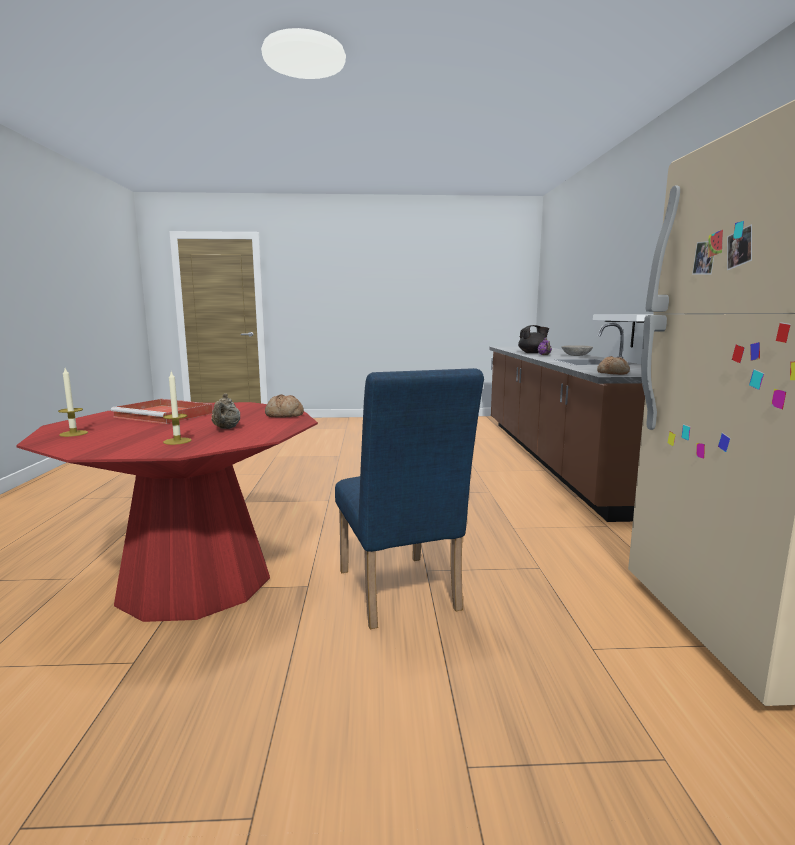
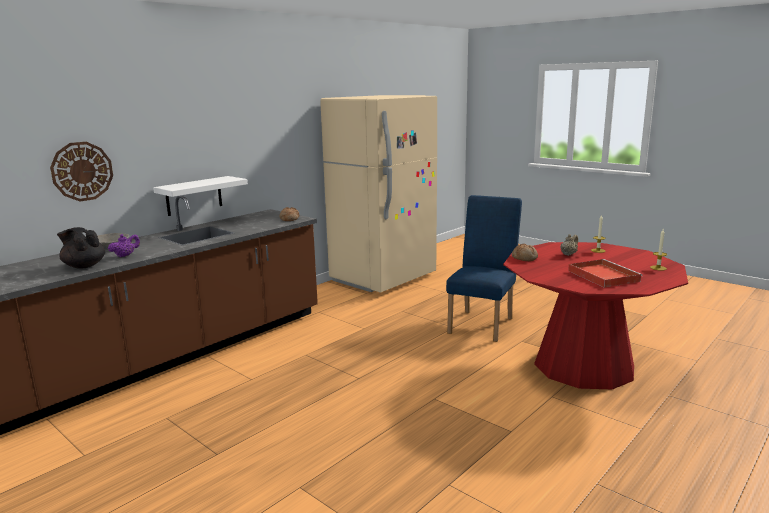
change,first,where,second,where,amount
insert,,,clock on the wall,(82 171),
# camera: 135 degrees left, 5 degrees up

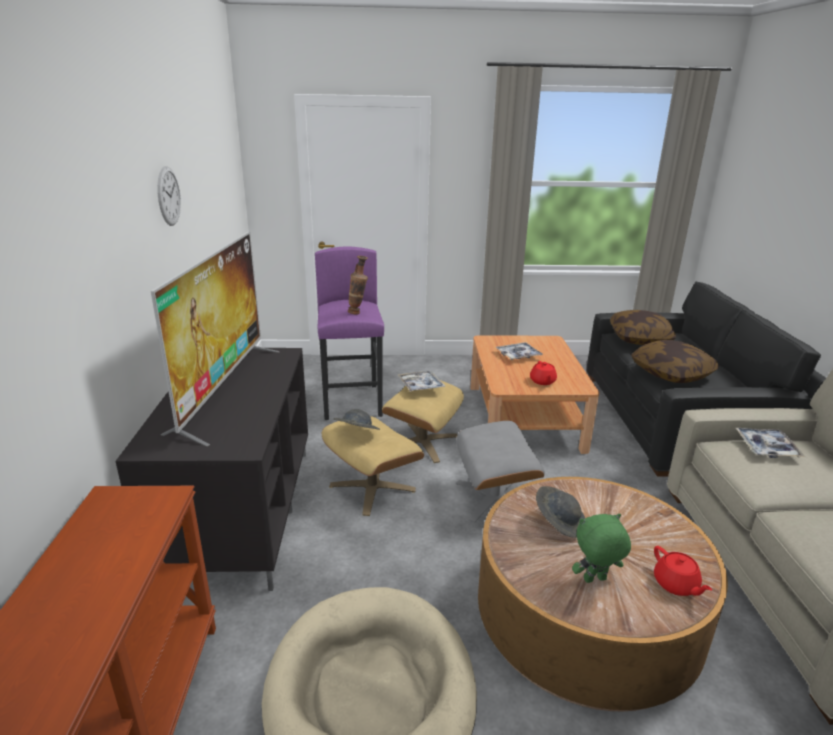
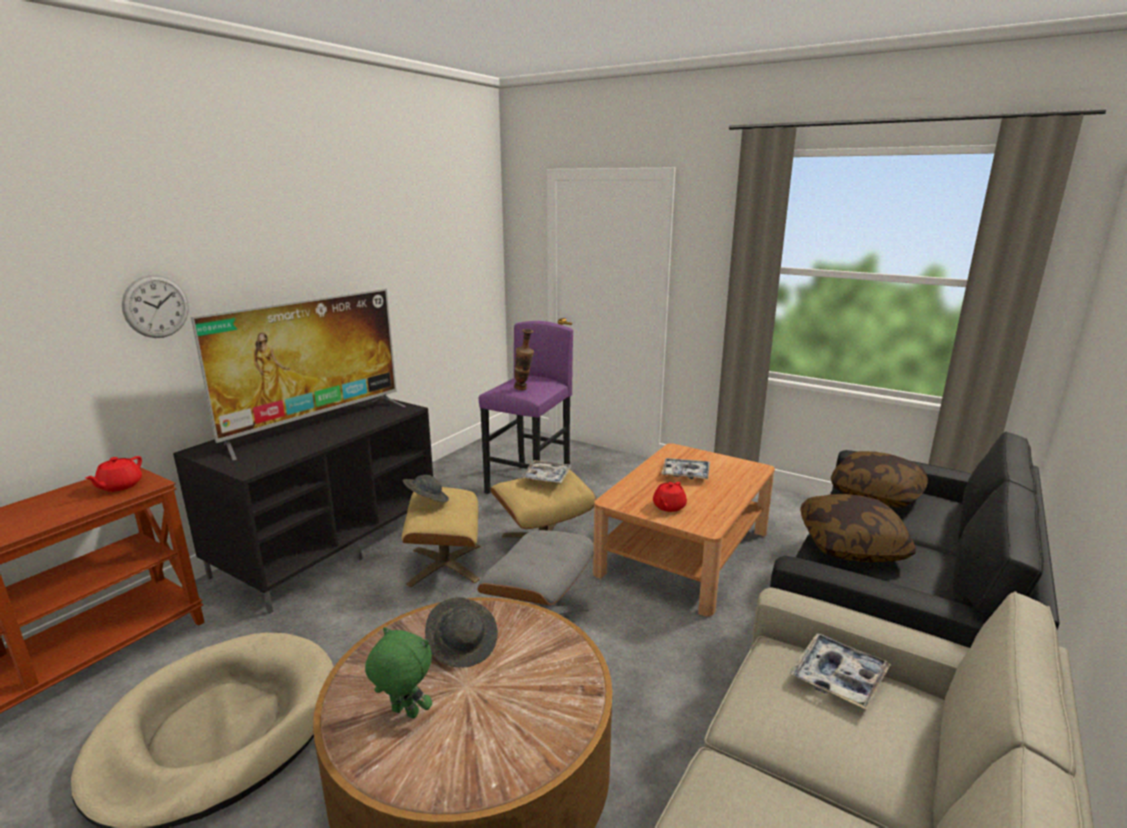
change,first,where,second,where,amount
move,clock on the wall,(168 196),,(156 306),
move,red-coloured tea pot,(676 585),,(119 486),
# camera: 35 degrees right, 5 degrees down

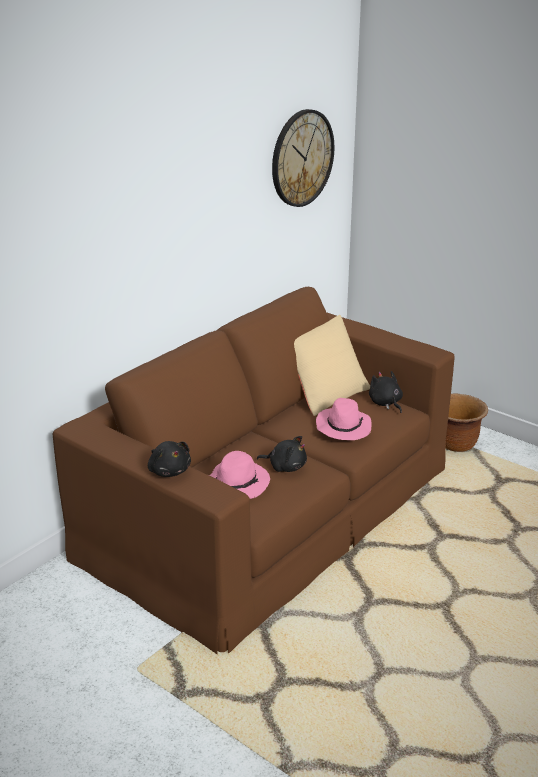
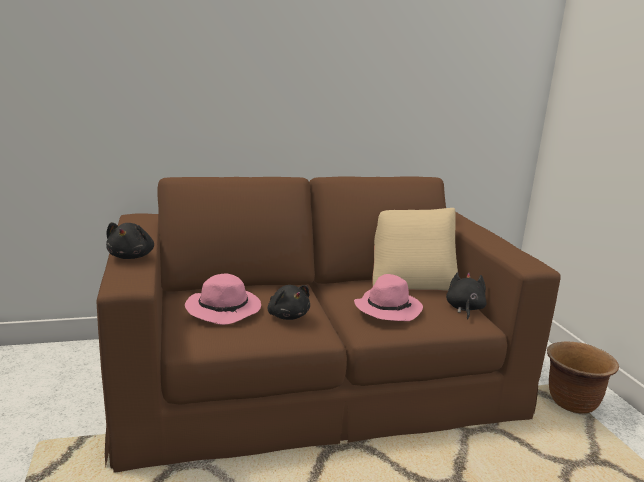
change,first,where,second,where,amount
delete,clock on the wall,(302 158),,,
# camera: 35 degrees right, 10 degrees down

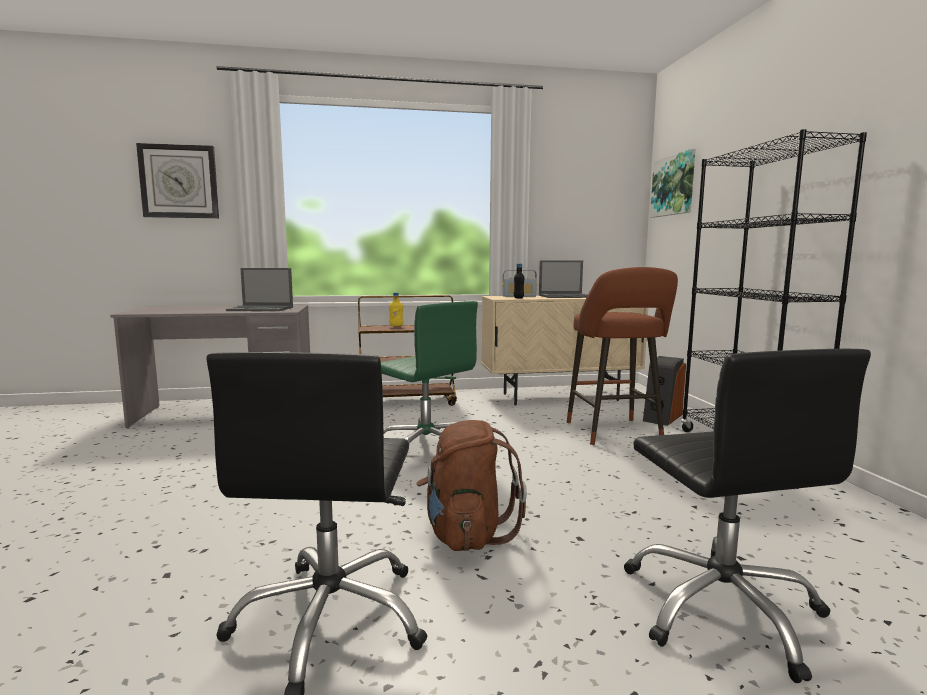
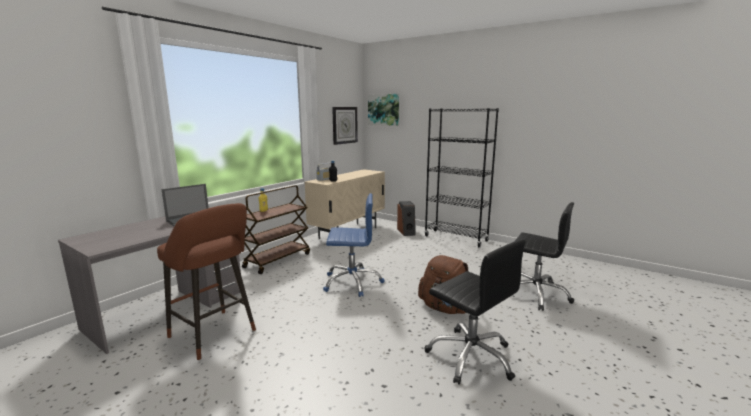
change,first,where,second,where,amount
move,clock on the wall,(179 181),,(344 125),
delete,laptop,(566 296),,,
move,brownish stool,(615 433),,(215 335),
recolor,green office chair,(426 450),blue office chair,(352 282),
# camera: 45 degrees left, 5 degrees up

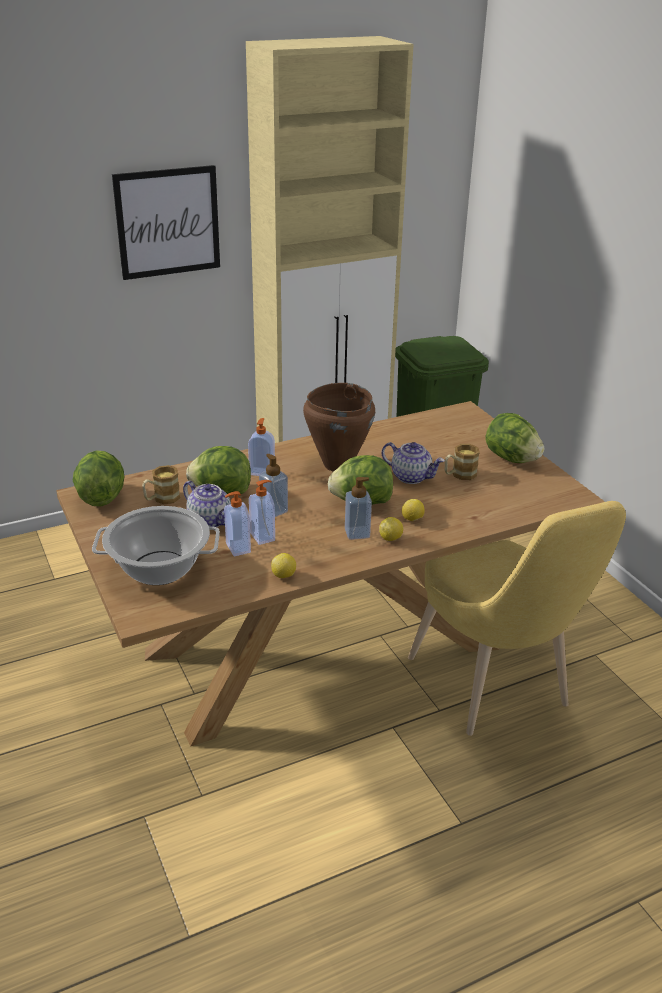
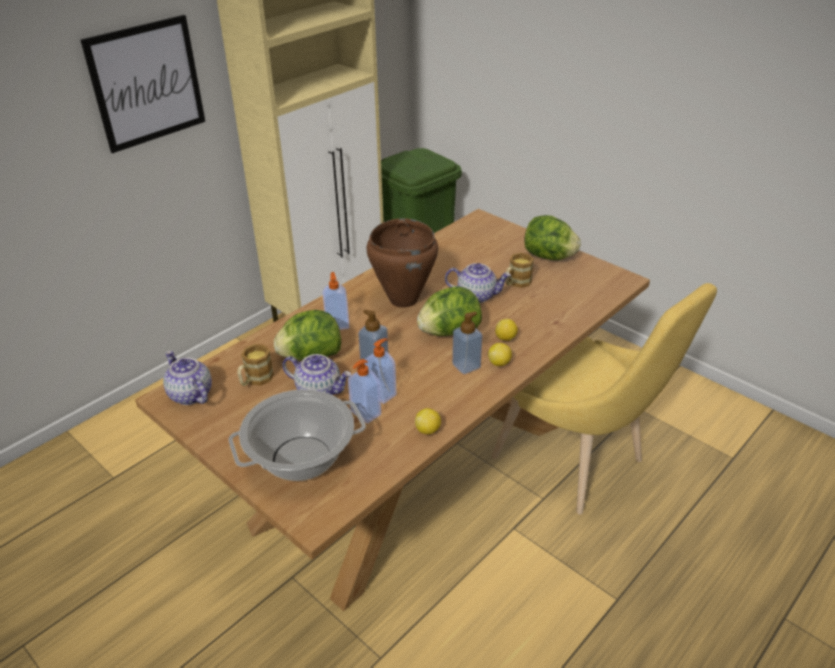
change,first,where,second,where,amount
replace,lettuce,(101 497),tea pot,(190 394),
# camera: 20 degrees left, 5 degrees up

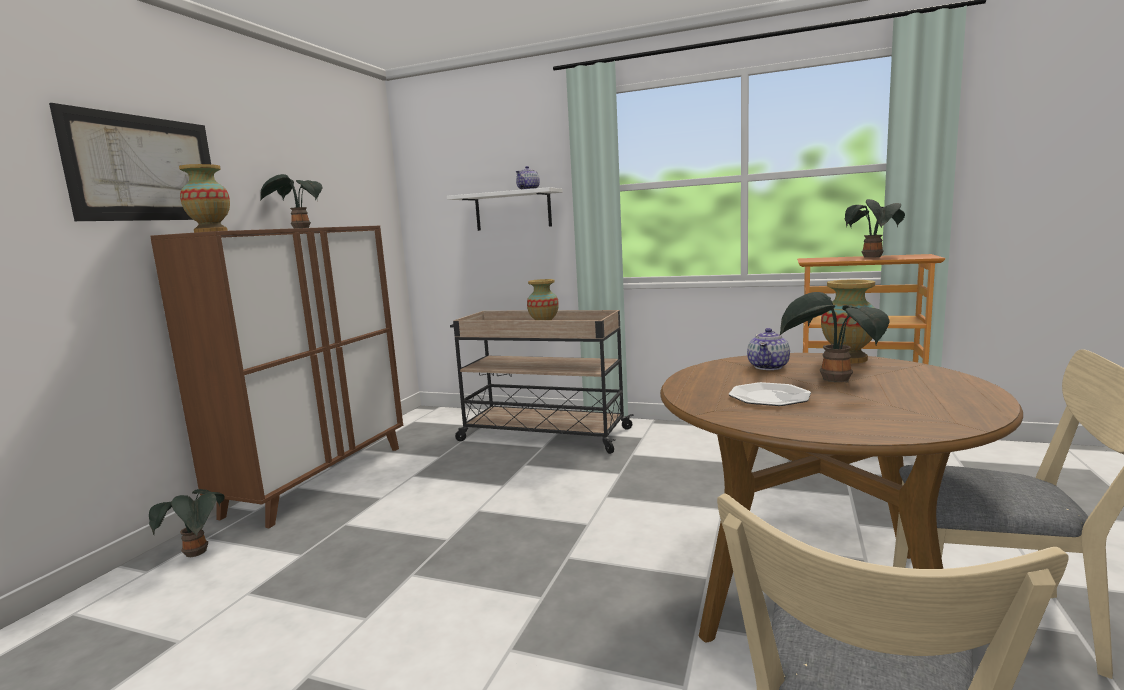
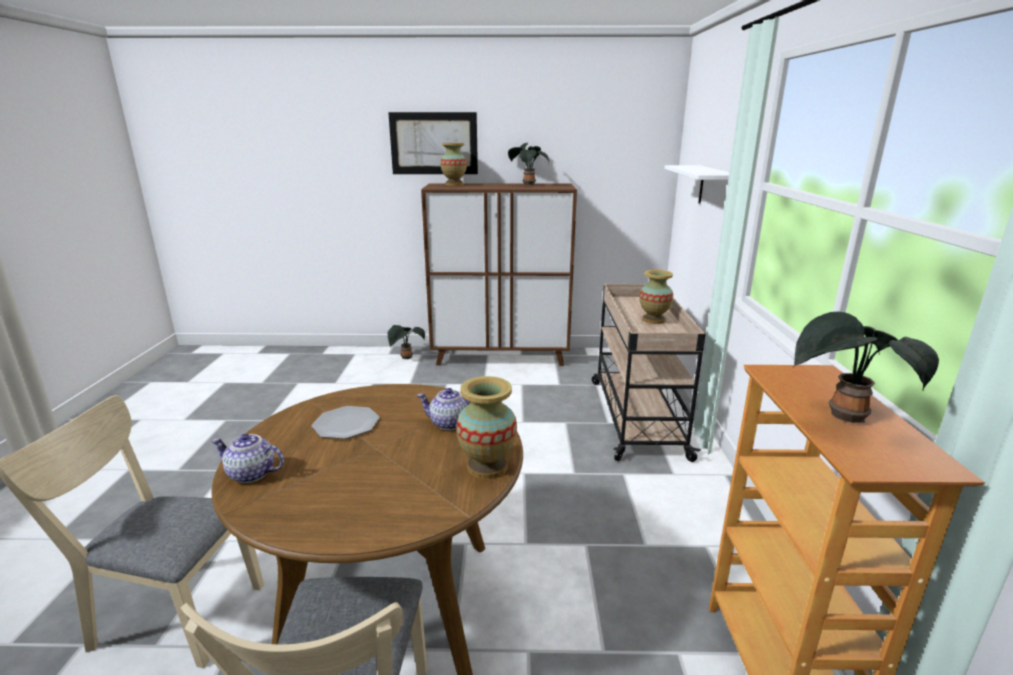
change,first,where,second,where,amount
move,tea pot,(529 189),,(251 474),
delete,potted plant,(831 380),,,
# camera: 70 degrees right, 10 degrees up

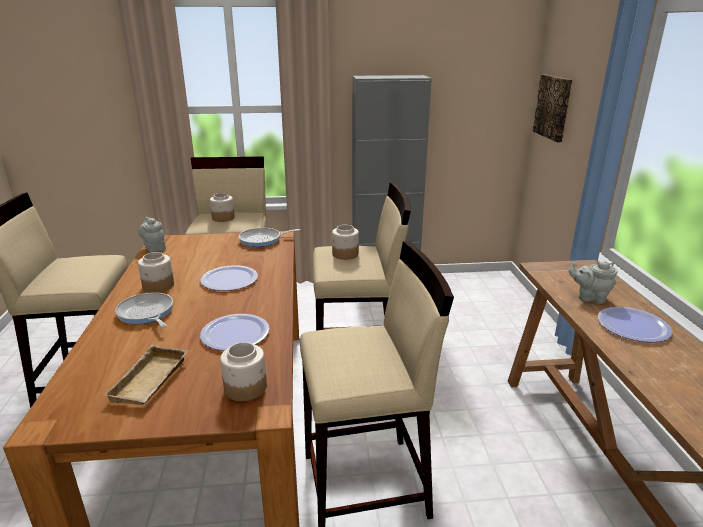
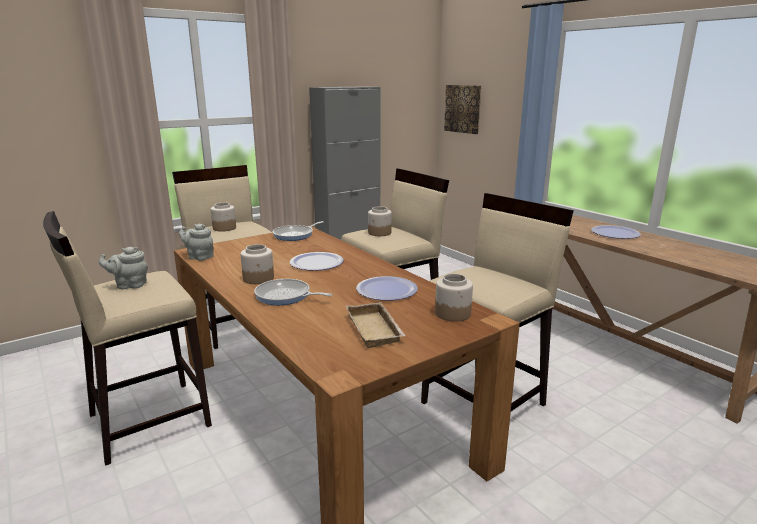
change,first,where,second,where,amount
move,grey tea pot,(589 297),,(129 285),
# camera: 30 degrees left, 5 degrees down

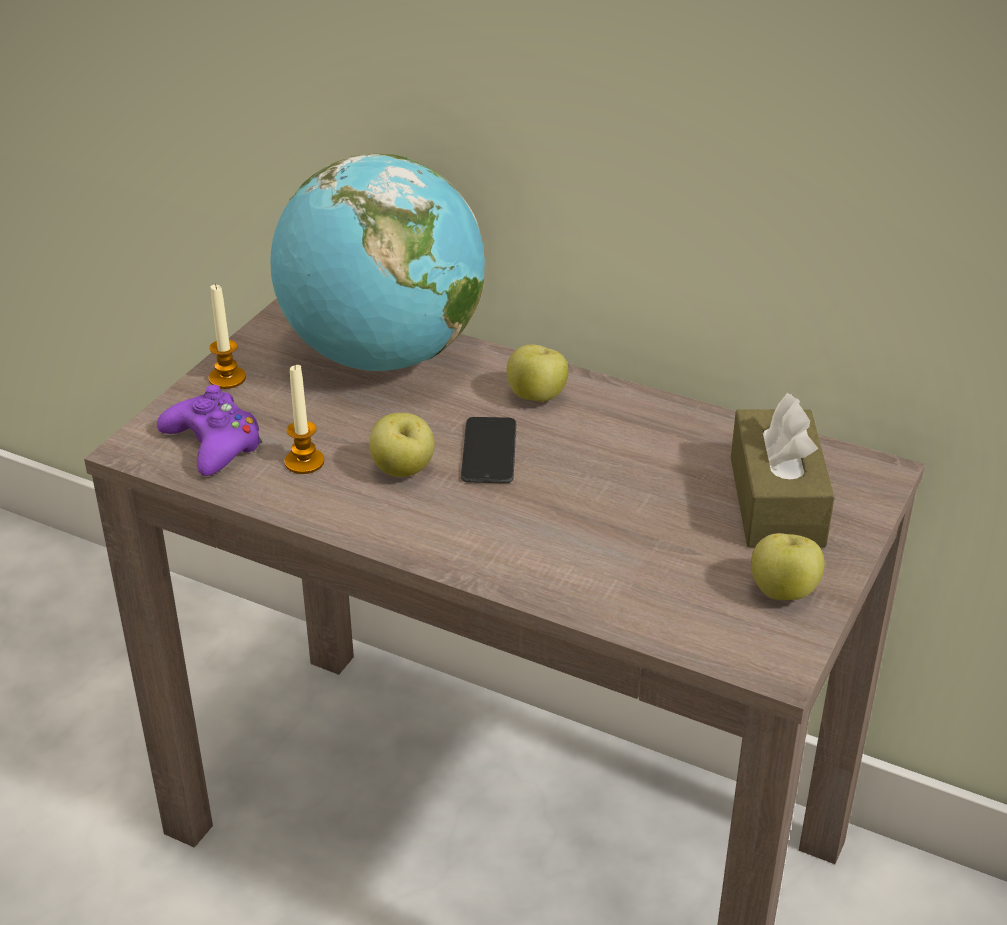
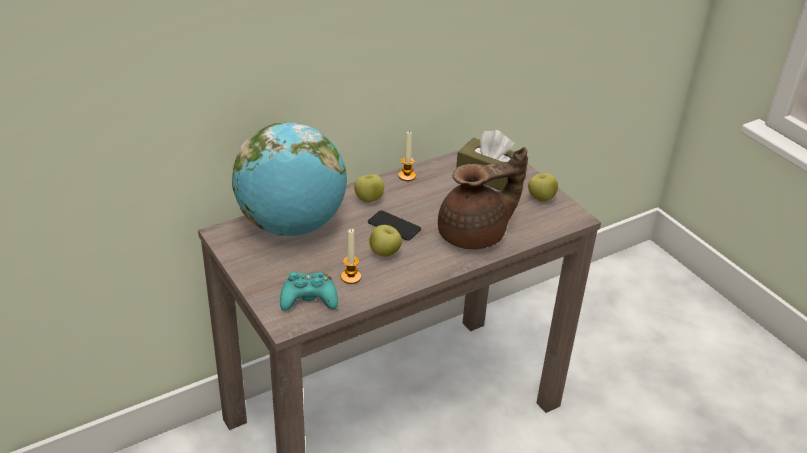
change,first,where,second,where,amount
move,wax light,(227 378),,(407 176),
recolor,purple joypad,(214 444),turquoise joypad,(309 298),
insert,,,brownish tea pot,(475 235),
# camera: 60 degrees left, 0 degrees up

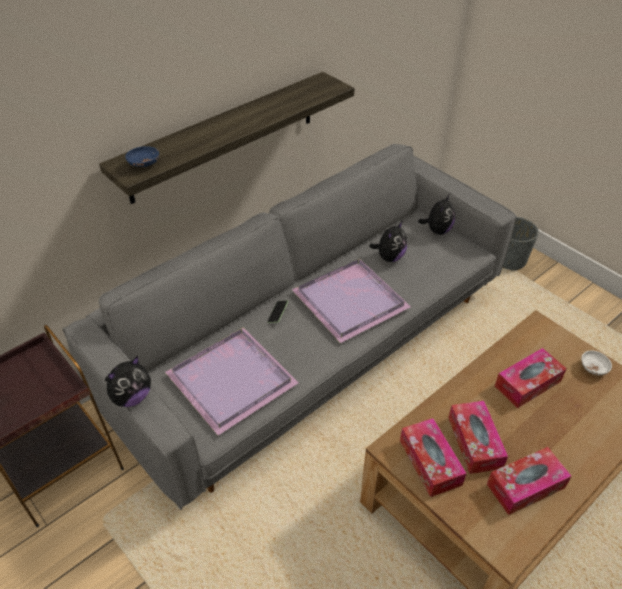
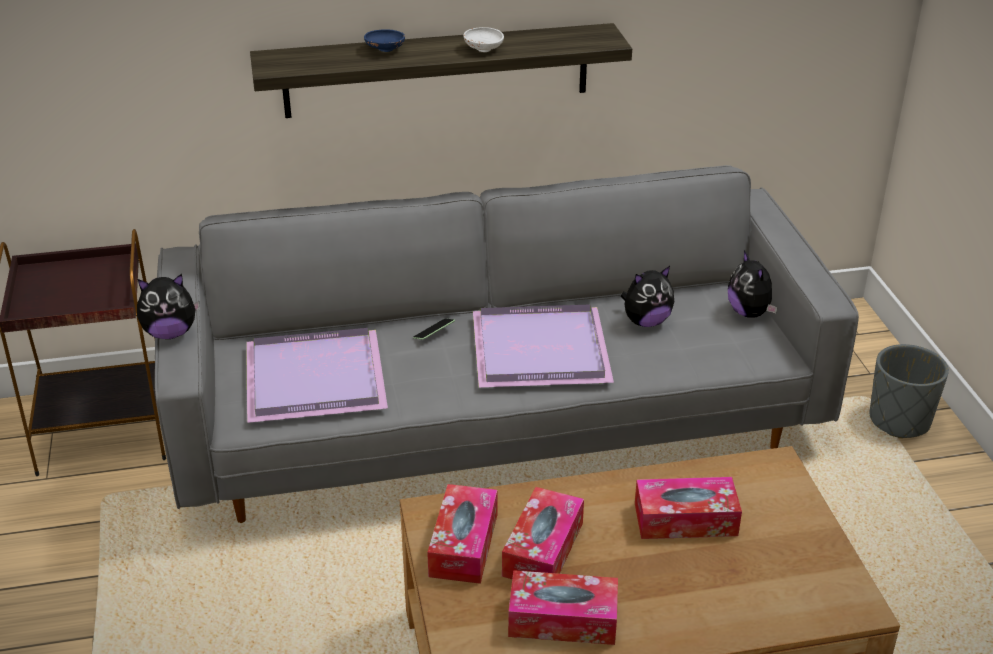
change,first,where,second,where,amount
move,blue deep dish,(144 164),,(385 50),
rotate,plush toy,(437 230),,(750 313),105 degrees clockwise
move,white deep dish,(593 368),,(483 49),
# camera: 30 degrees right, 10 degrees down

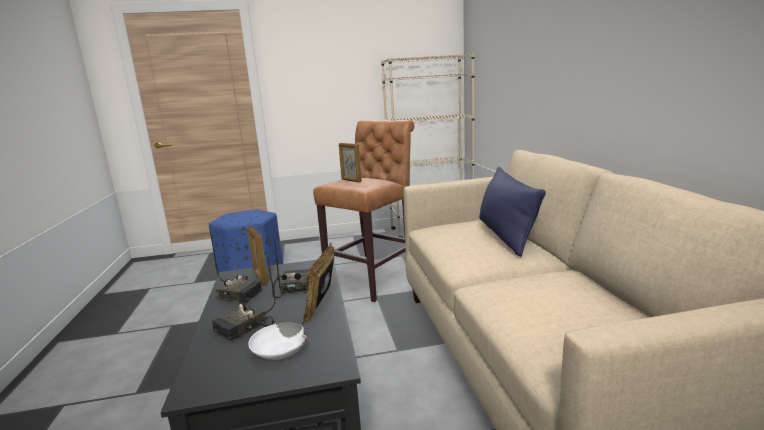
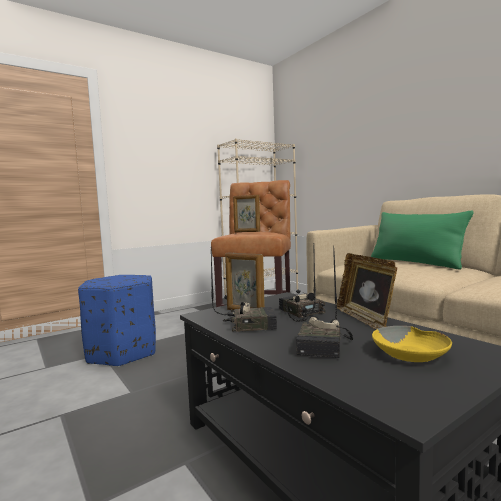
change,first,where,second,where,amount
recolor,blue pillow,(505 235),green pillow,(415 262),
recolor,white deep dish,(279 350),yellow deep dish,(411 354),
# camera: 25 degrees left, 10 degrees down

